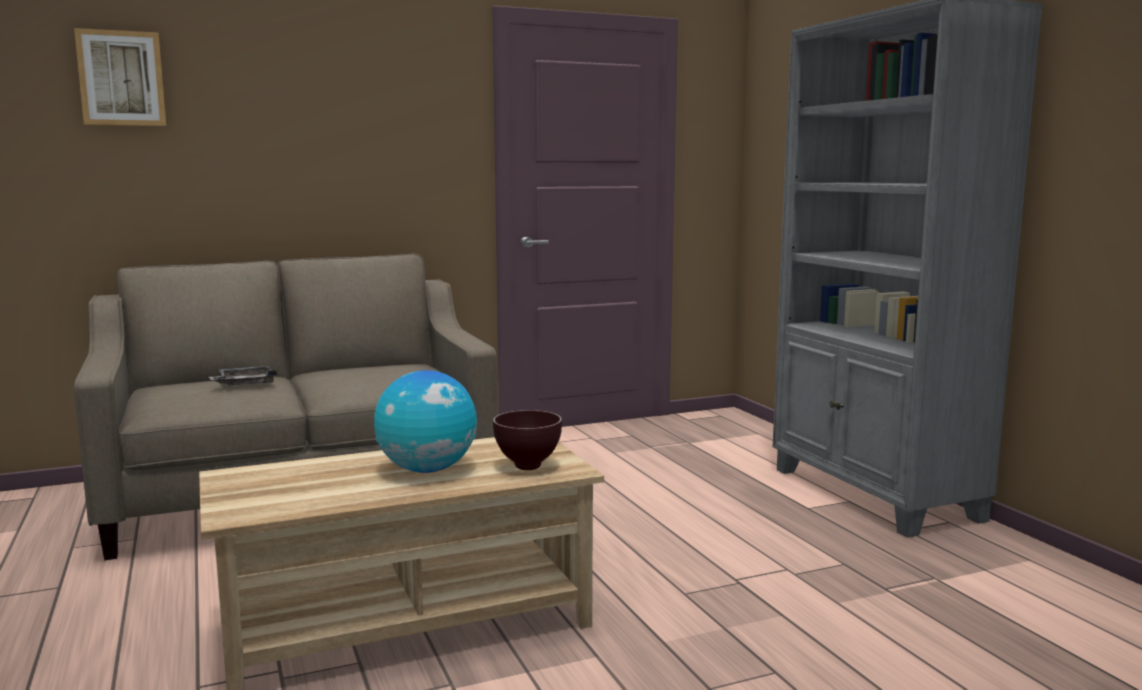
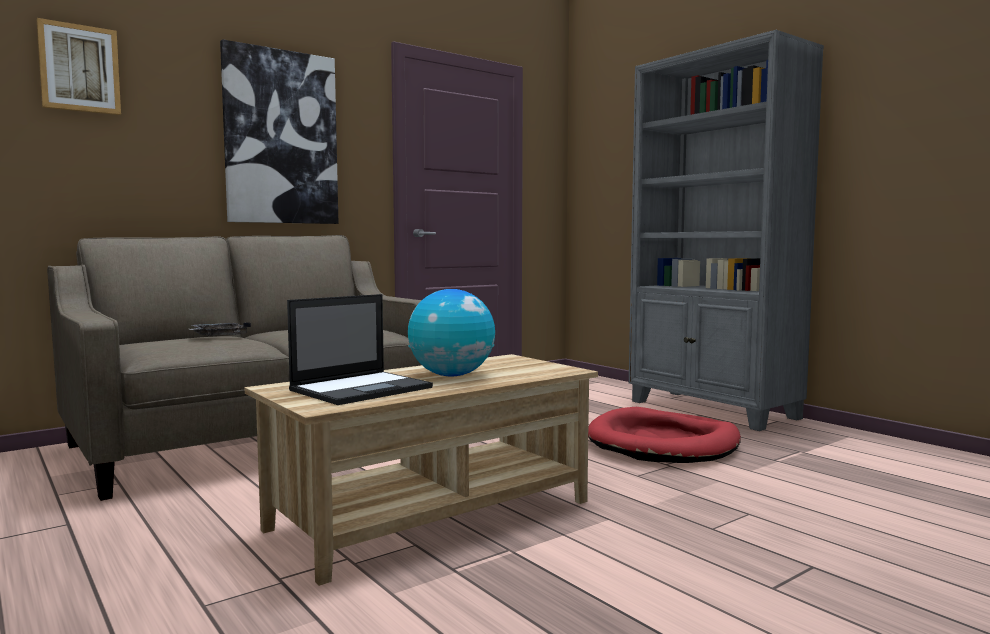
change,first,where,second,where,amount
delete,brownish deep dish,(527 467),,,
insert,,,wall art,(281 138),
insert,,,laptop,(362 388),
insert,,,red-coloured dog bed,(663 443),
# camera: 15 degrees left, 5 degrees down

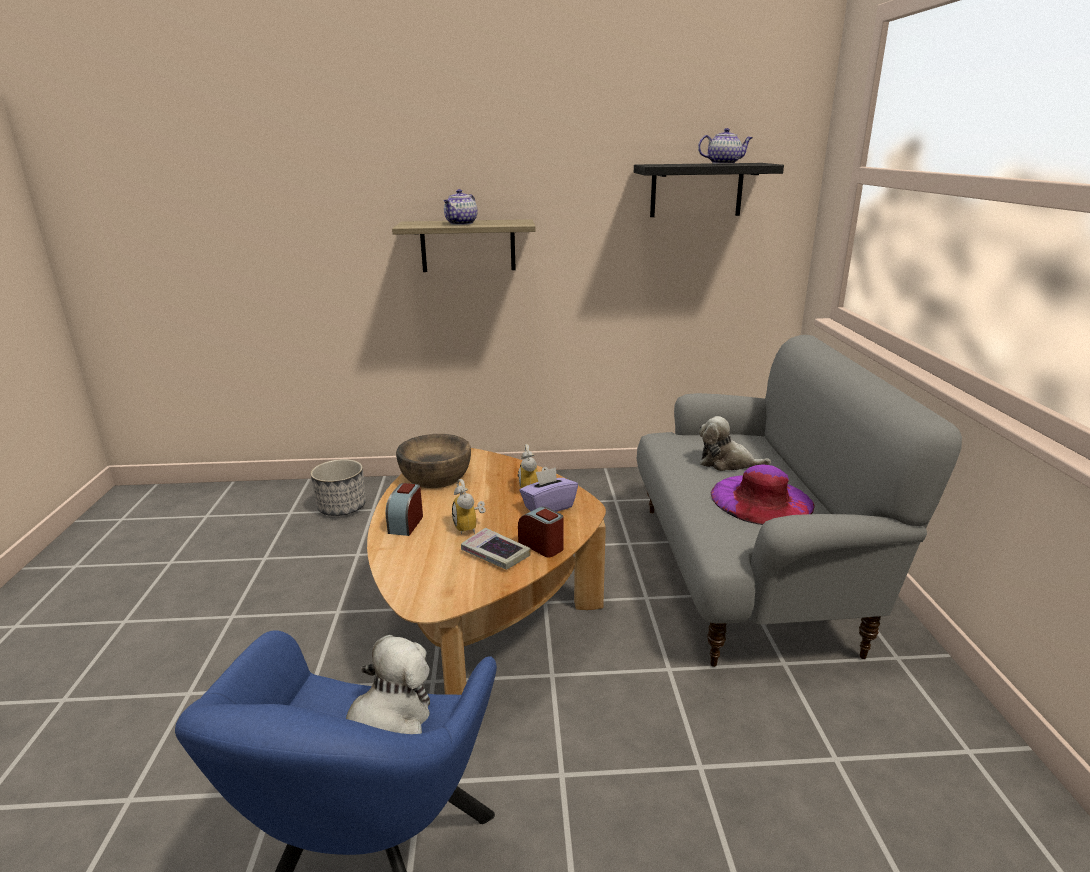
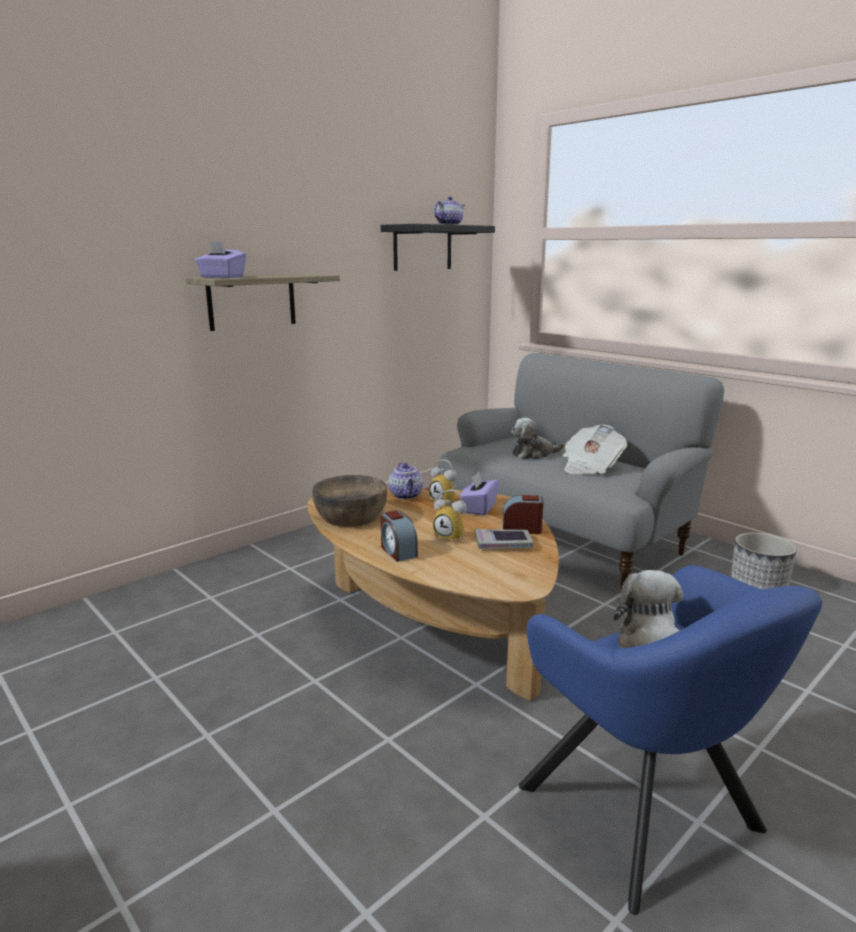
change,first,where,second,where,amount
move,tea pot,(461 223),,(406 495),
move,plant pot,(342 507),,(757 585),
replace,purple hat,(761 499),printed paper,(590 467),
insert,,,purple tissue holder,(221 277),
# camera: 40 degrees left, 5 degrees down

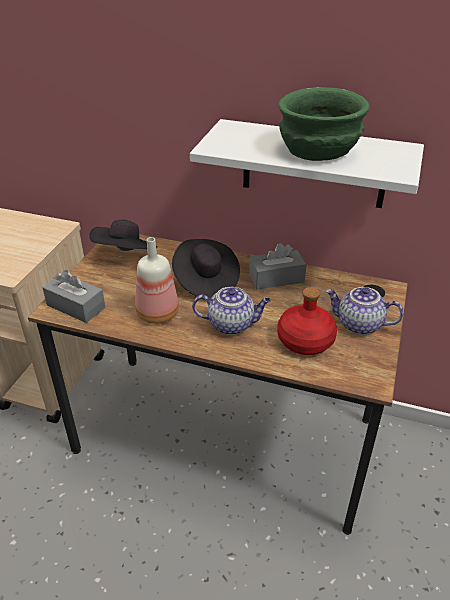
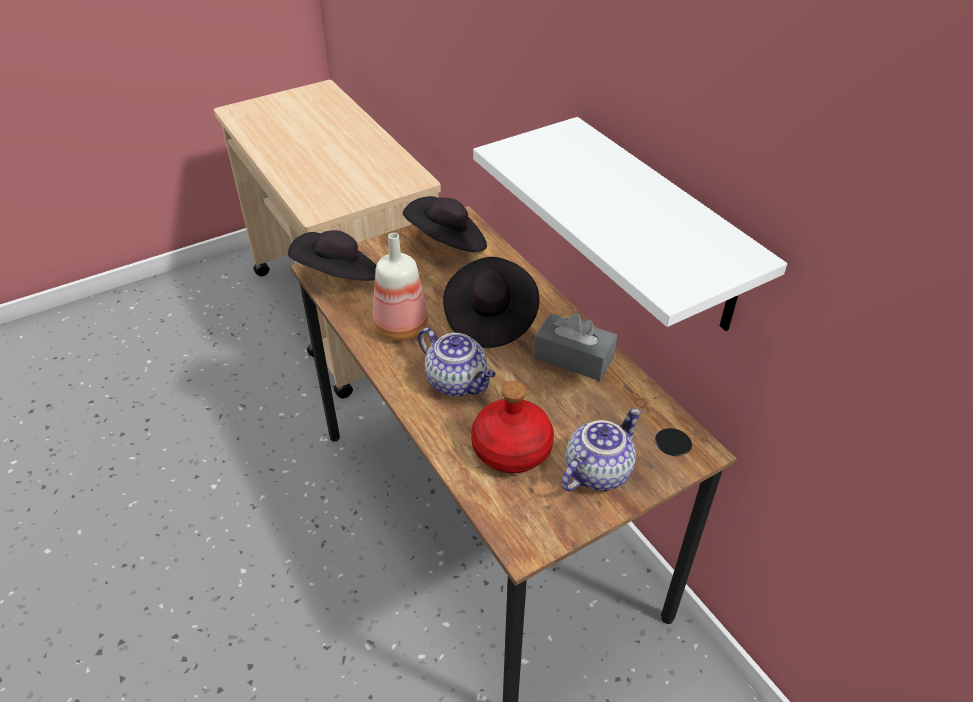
change,first,where,second,where,amount
delete,green deep dish,(318 150),,,
replace,grey tissue holder,(76 306),blackish hat,(339 277),
rotate,tea pot,(358 325),,(597 471),75 degrees clockwise
# camera: 40 degrees right, 5 degrees up

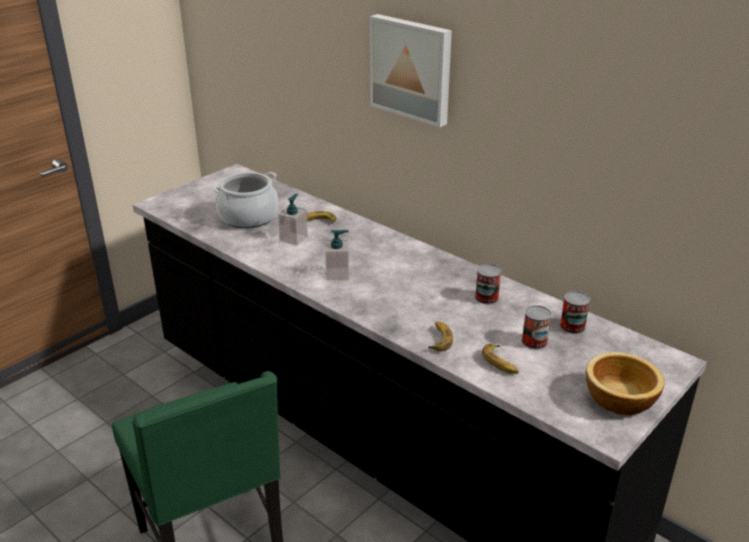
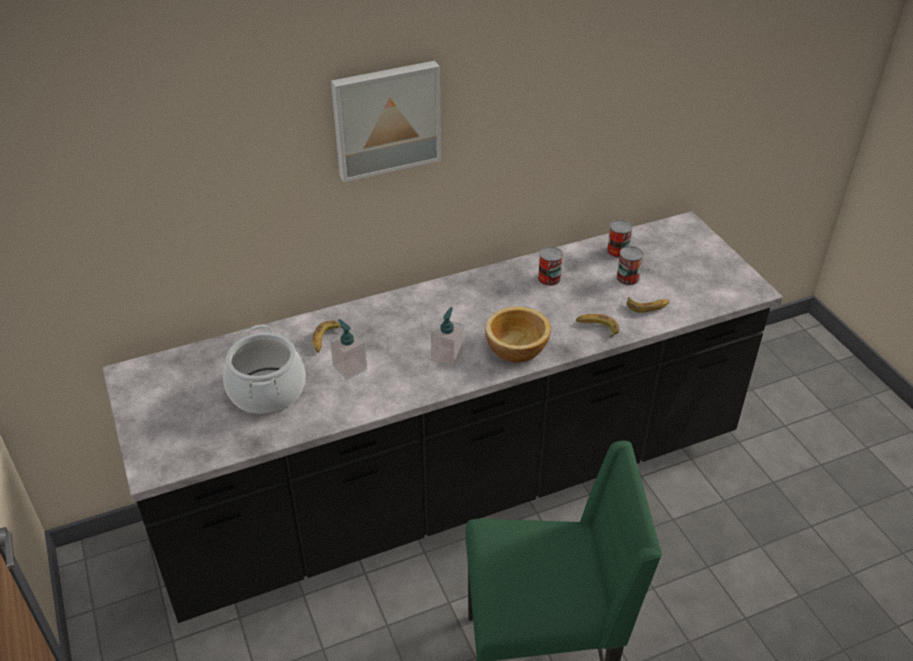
change,first,where,second,where,amount
move,deep dish,(618 399),,(516 349),
# camera: 65 degrees left, 10 degrees up

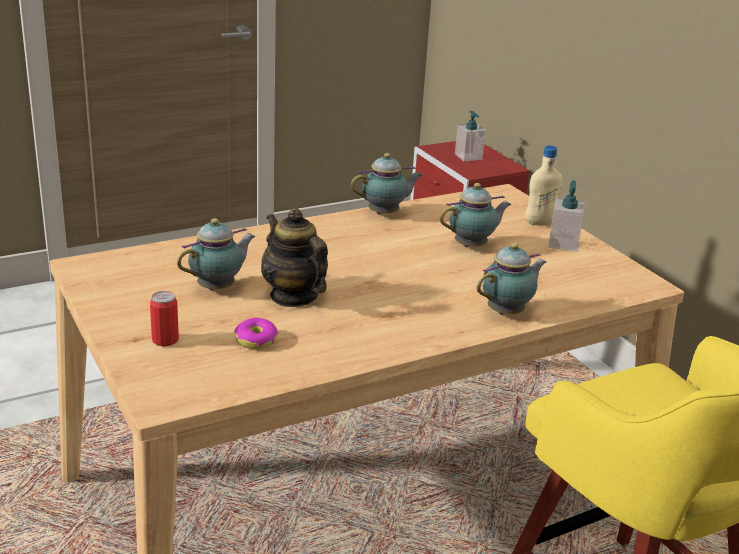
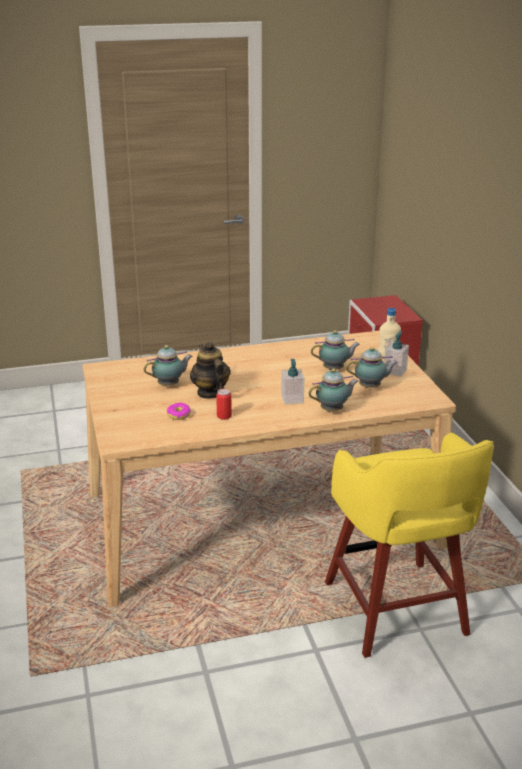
change,first,where,second,where,amount
move,soap dispenser,(468 157),,(292 399),
move,tea pot,(385 213),,(371 387),
move,metal can,(165 340),,(224 416),
# camera: 15 degrees right, 0 degrees up

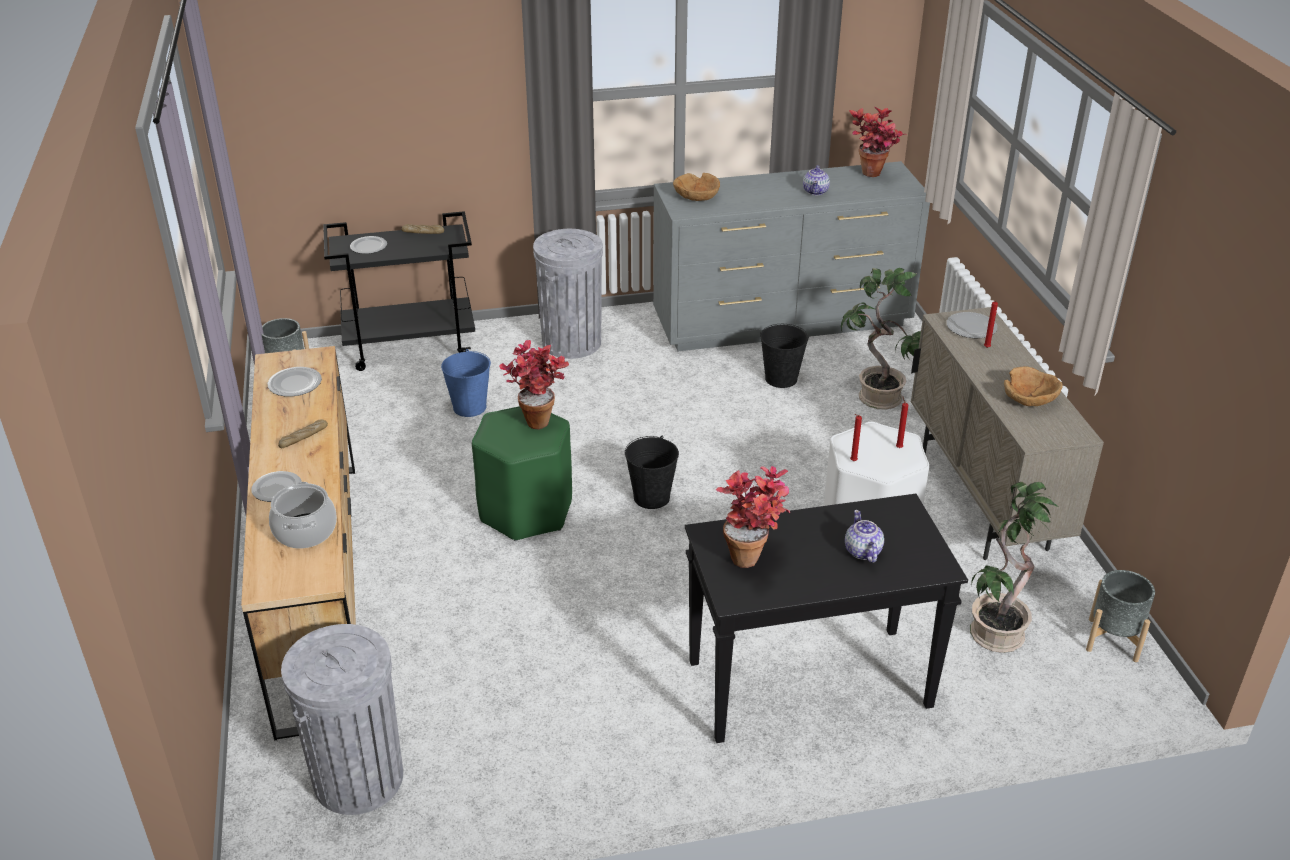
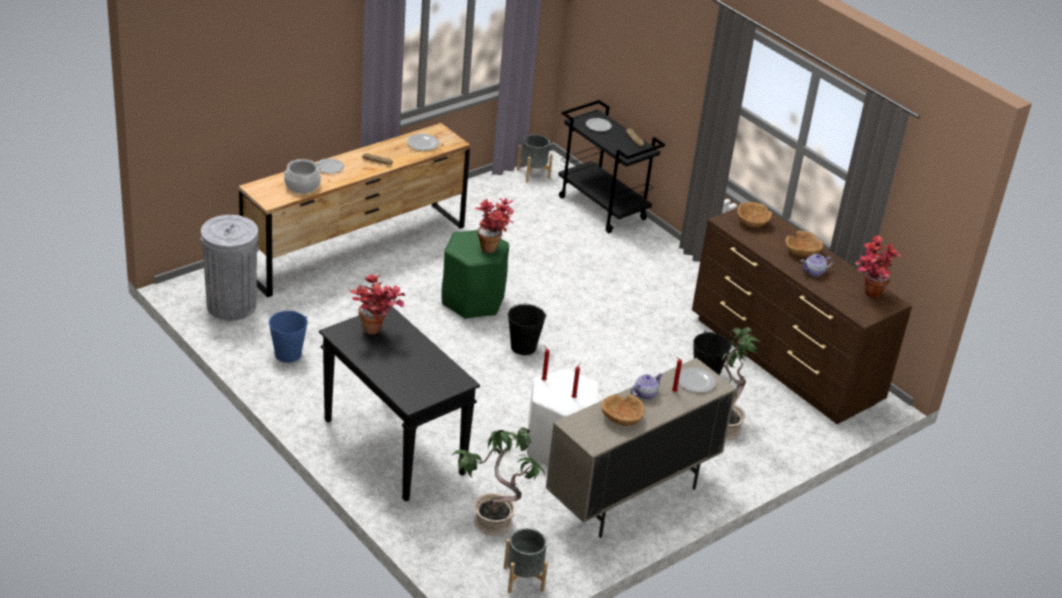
change,first,where,second,where,amount
recolor,grey chest of drawers,(783 322),brownish chest of drawers,(784 361),
delete,grey trash can,(571 342),,,
move,blue water bucket,(469 407),,(288 354),
move,tea pot,(862 551),,(644 394),
insert,,,brownish deep dish,(802 252),
# camera: 60 degrees right, 0 degrees up

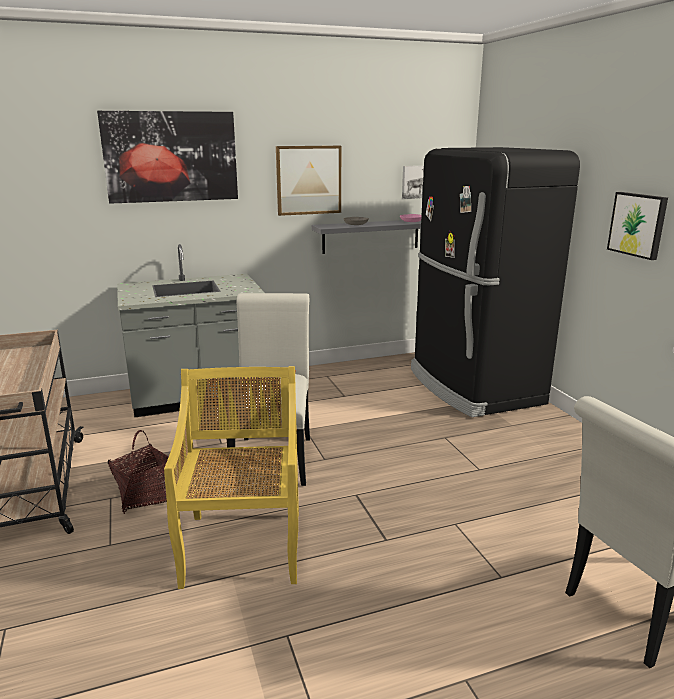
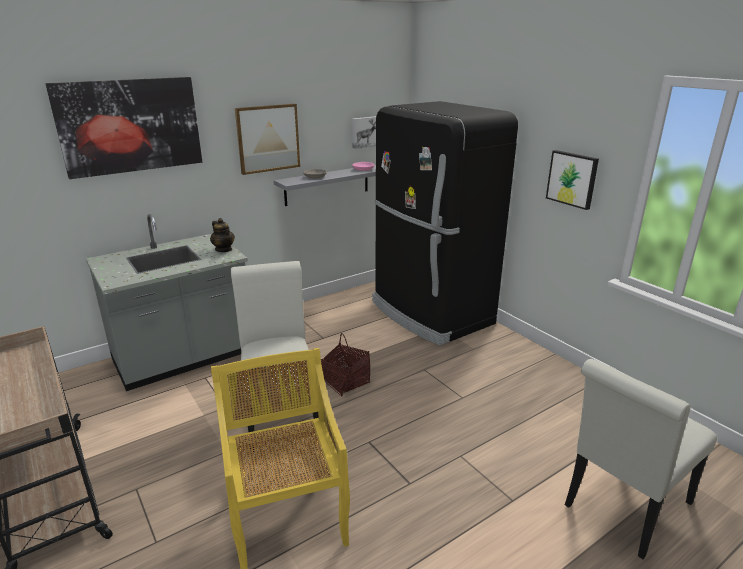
change,first,where,second,where,amount
move,household basket,(145 496),,(345 382),
insert,,,tea pot,(224 249),
# camera: 15 degrees left, 5 degrees up

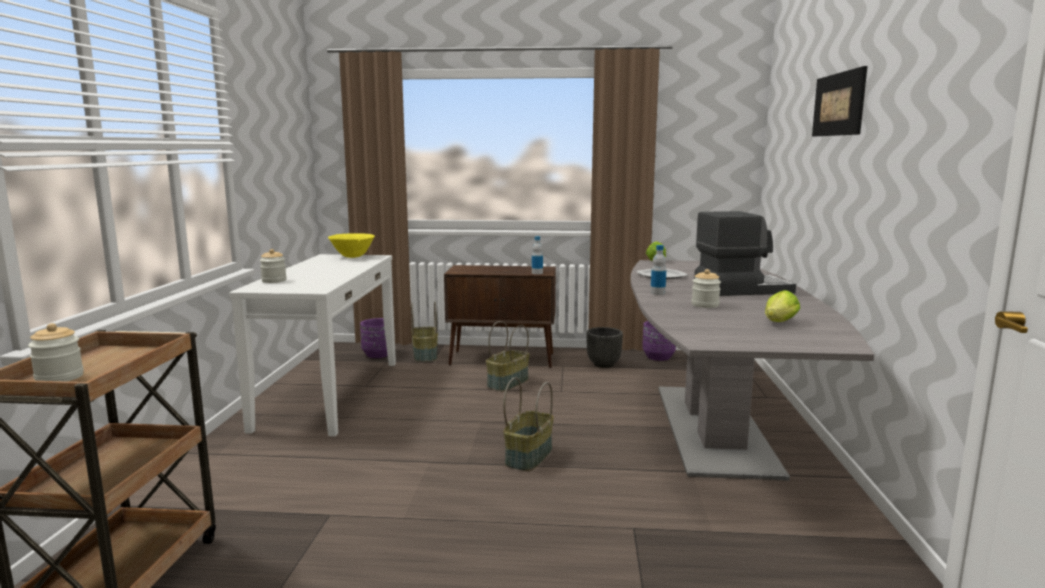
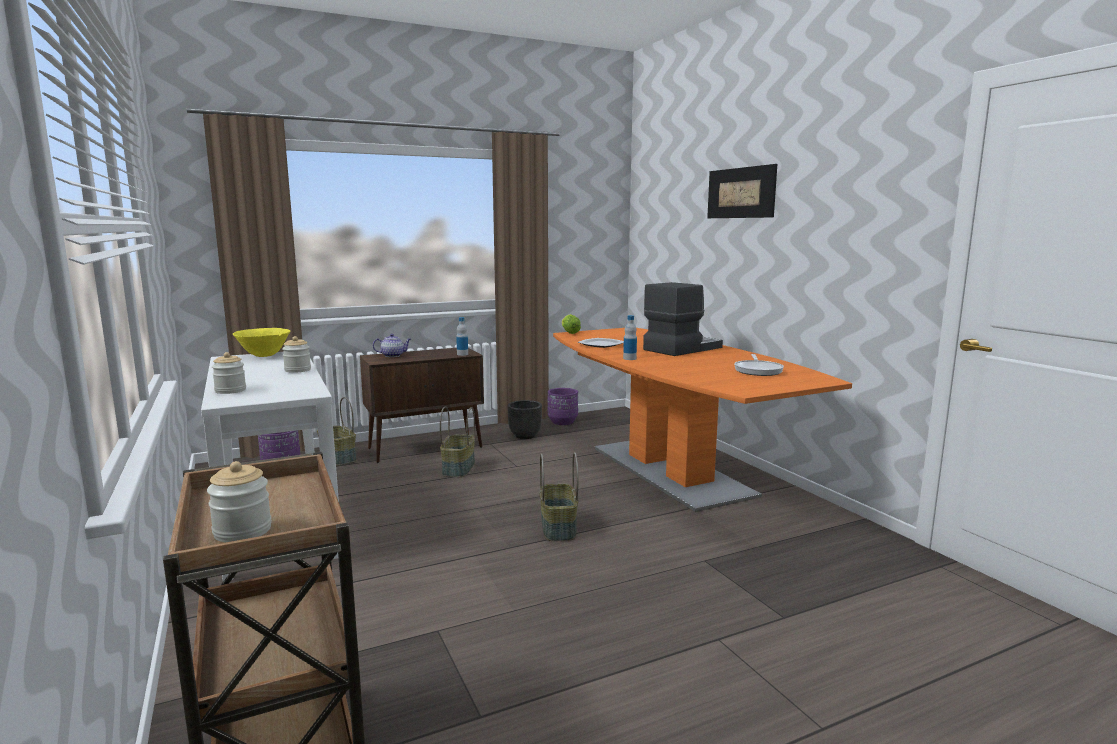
change,first,where,second,where,amount
recolor,grey dining table,(713 427),orangey dining table,(669 470),
move,storage jar,(705 305),,(297 370),
replace,lettuce,(778 323),pan,(758 370),
insert,,,tea pot,(393 355),
# camera: 30 degrees left, 0 degrees up

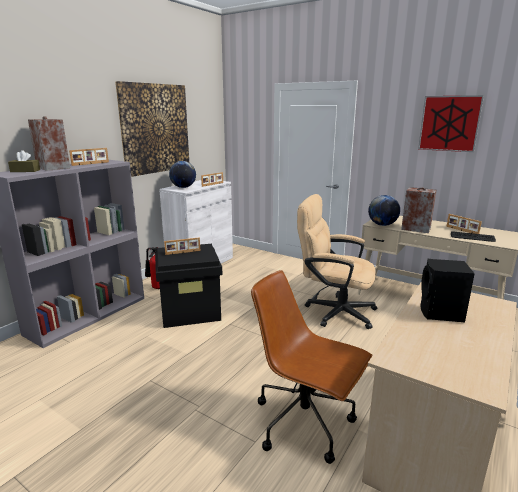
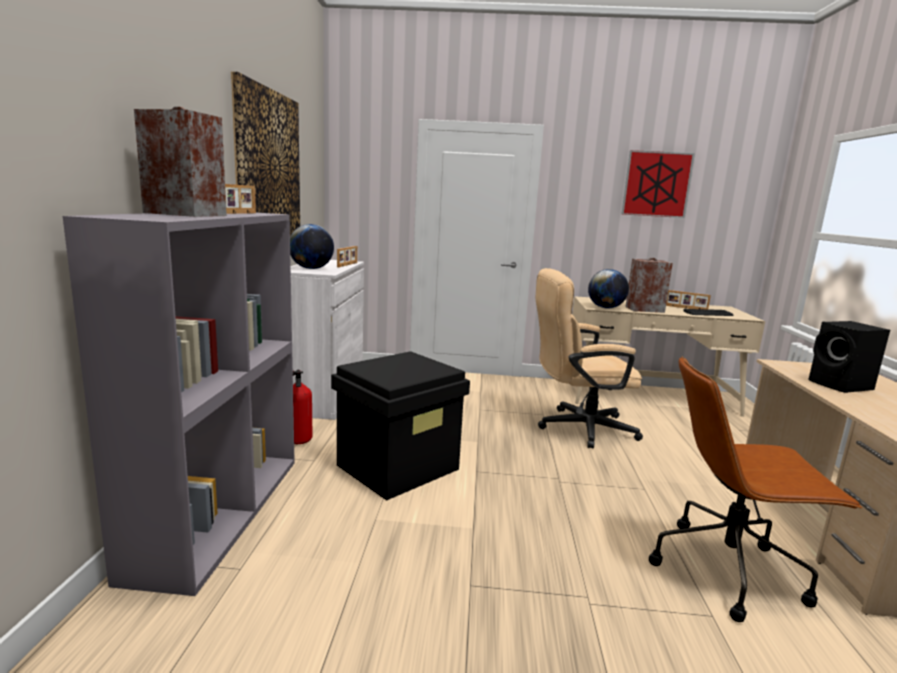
change,first,where,second,where,amount
delete,brownish tissue holder,(25 171),,,
delete,picture frame,(183 252),,,
# camera: 30 degrees left, 5 degrees down

